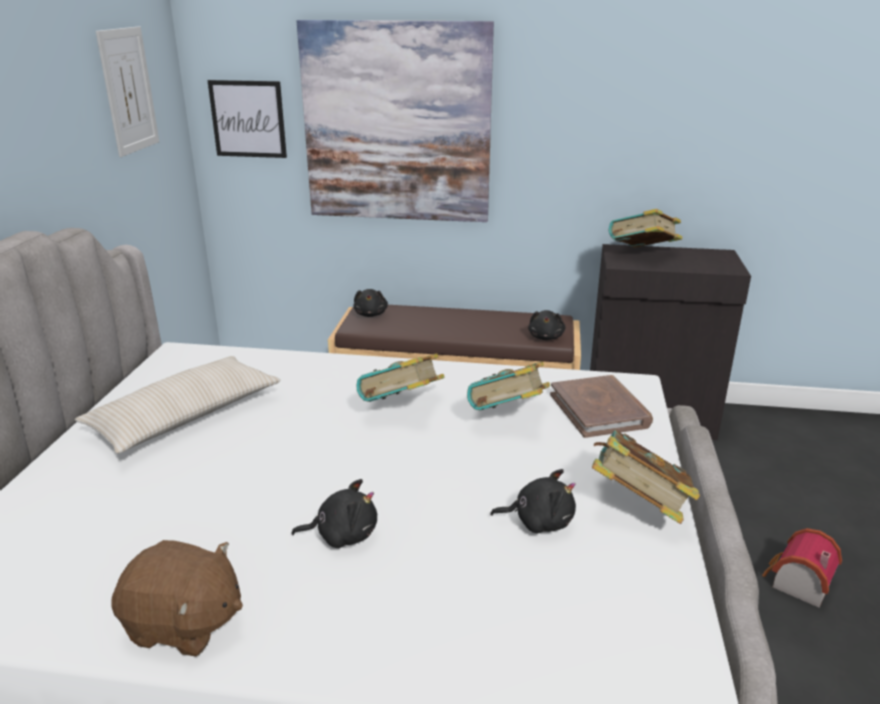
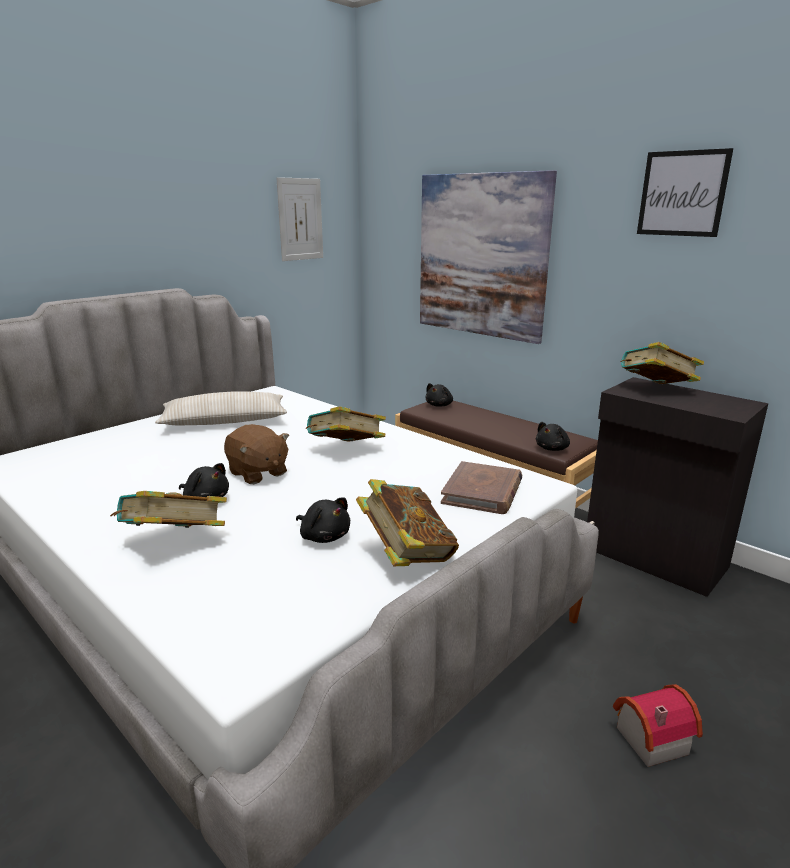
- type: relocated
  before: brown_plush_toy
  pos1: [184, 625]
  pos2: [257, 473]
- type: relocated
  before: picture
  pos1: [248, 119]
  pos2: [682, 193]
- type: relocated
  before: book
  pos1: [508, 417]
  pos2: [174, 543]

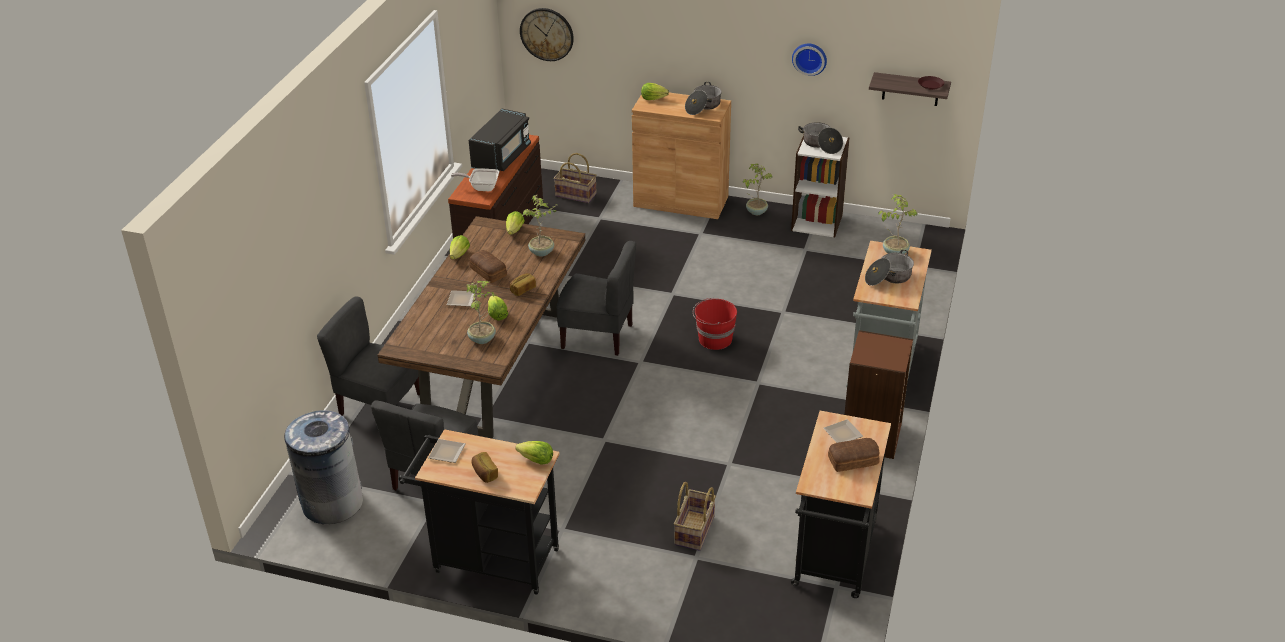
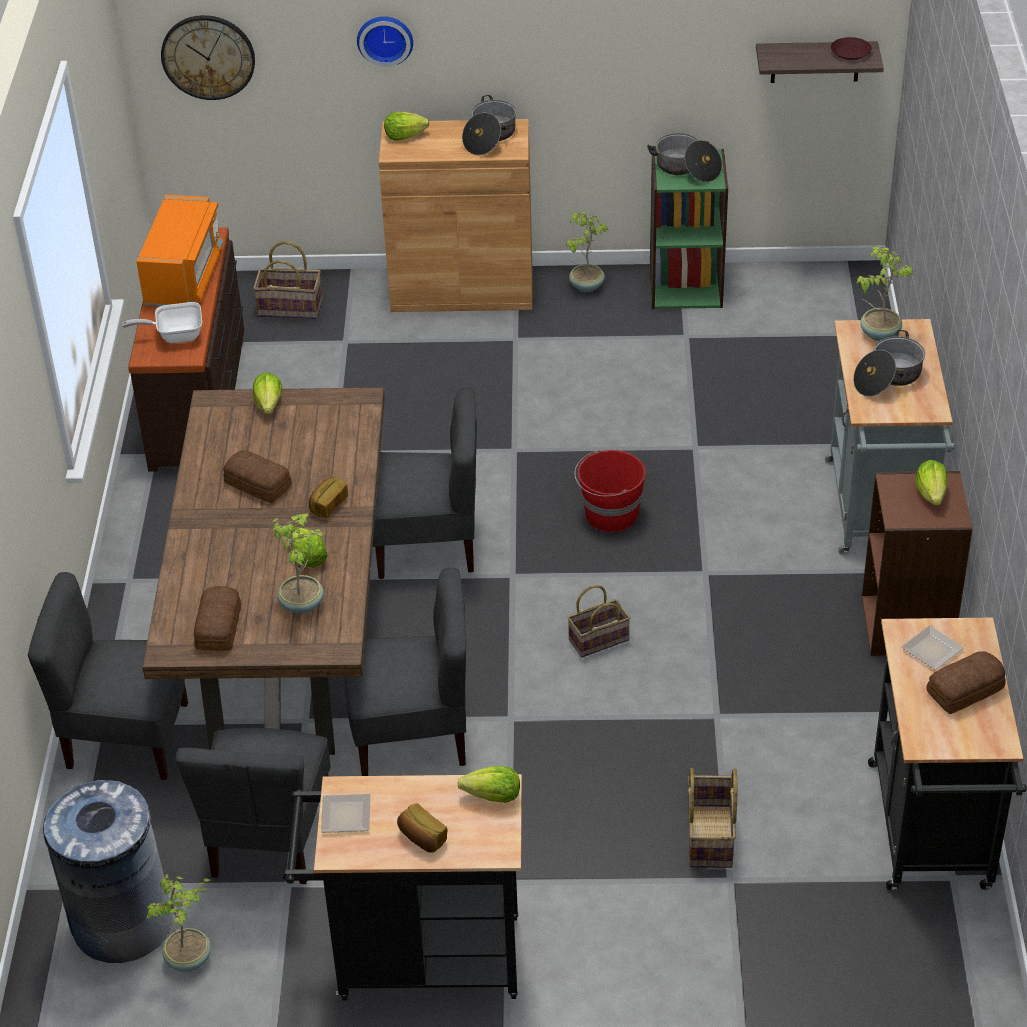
- type: missing
  before: plate
  pos1: [462, 299]
- type: appeared
  after: bread
  pos2: [220, 627]
- type: appeared
  after: grey_chair
  pos2: [412, 736]
- type: appeared
  after: basket
  pos2: [599, 638]
- type: relocated
  before: lettuce
  pos1: [459, 255]
  pos2: [931, 494]
- type: relocated
  before: potted_plant
  pos1: [542, 252]
  pos2: [189, 959]
- type: relocated
  before: wall_clock
  pos1: [809, 58]
  pos2: [385, 38]
- type: colour
  before: black_microwave
  after: orange_microwave
  pos1: [502, 157]
  pos2: [184, 276]
- type: colour
  before: white_bookcase
  after: green_bookcase
  pos1: [817, 222]
  pos2: [685, 287]

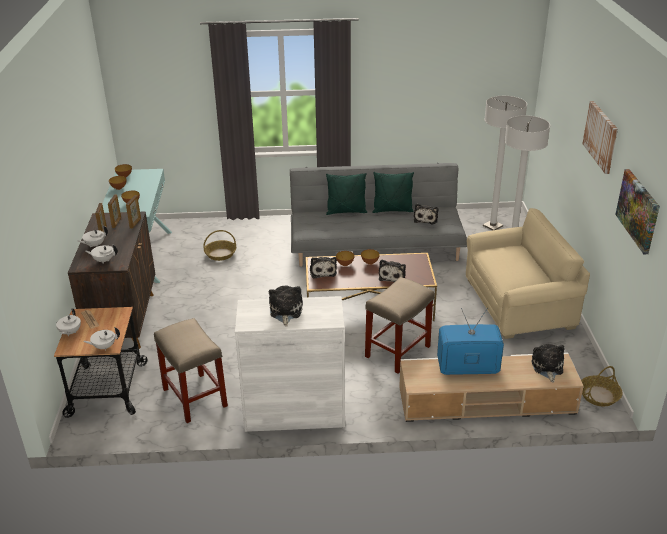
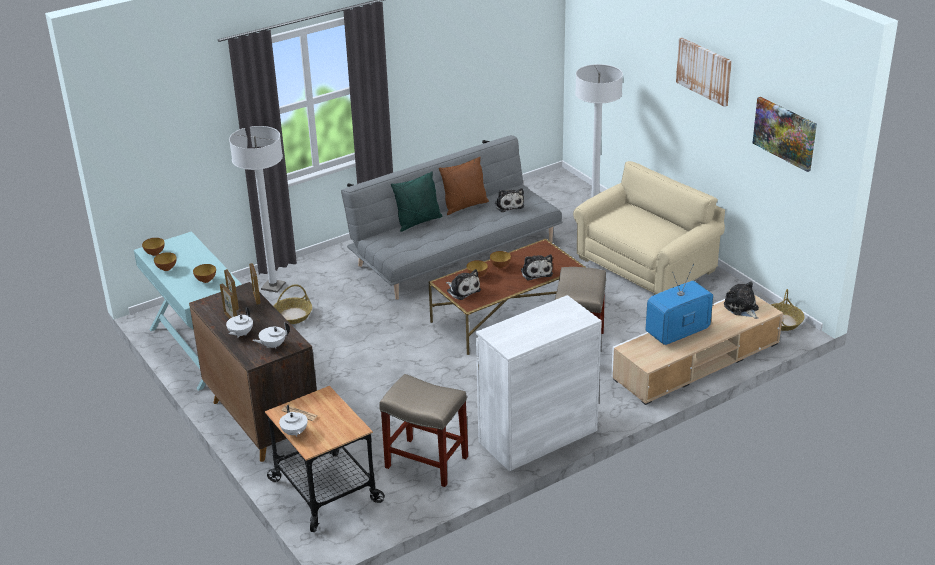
- type: missing
  before: white_teapot
  pos1: [104, 347]
- type: missing
  before: plush_toy
  pos1: [285, 311]
- type: relocated
  before: white_floor_lamp
  pos1: [492, 226]
  pos2: [273, 286]
- type: colour
  before: green_pillow
  after: brown_pillow
  pos1: [392, 210]
  pos2: [465, 206]

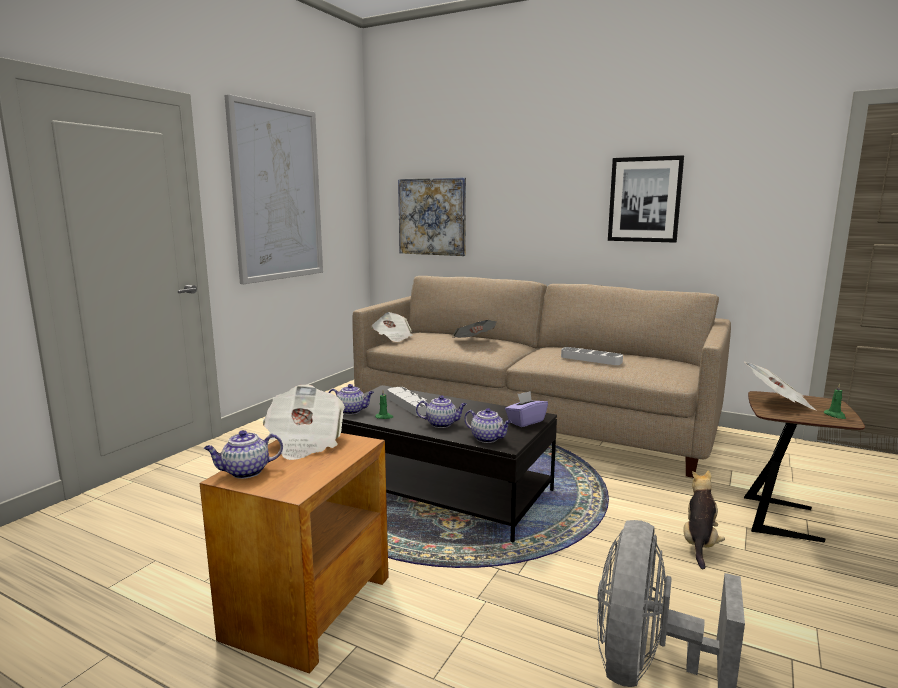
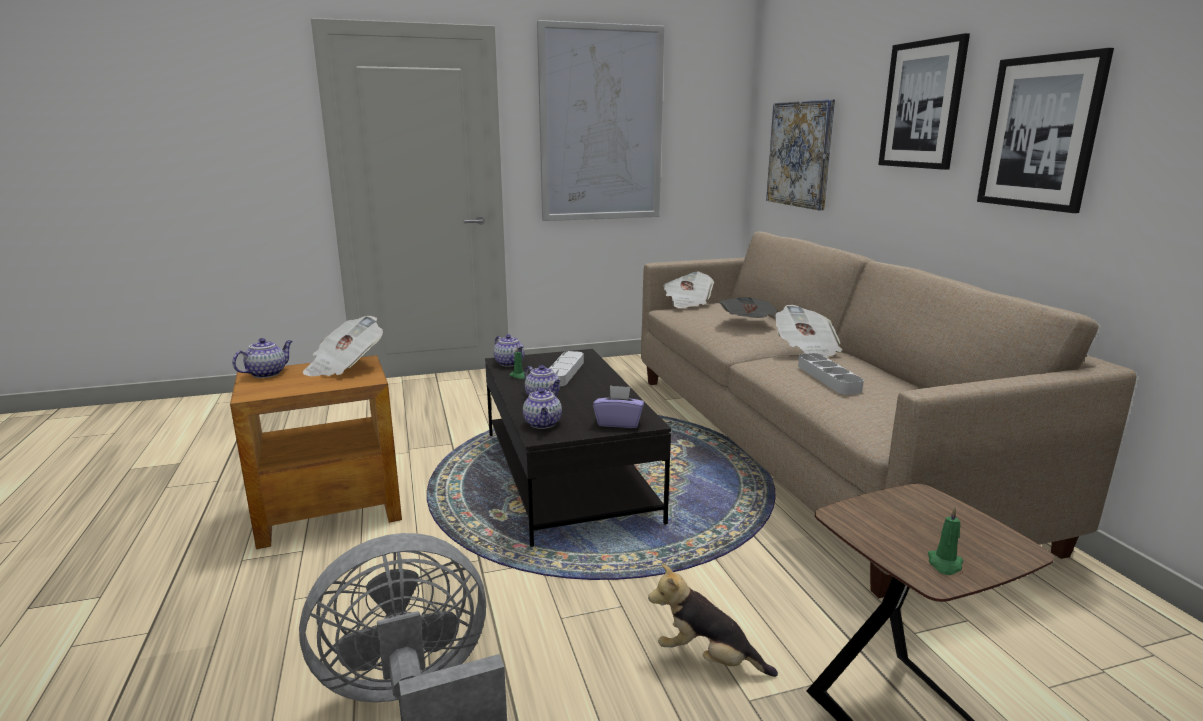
- type: appeared
  after: picture
  pos2: [922, 105]
- type: relocated
  before: newspaper
  pos1: [777, 402]
  pos2: [806, 350]
- type: spun
  before: teapot
  pos1: [245, 472]
  pos2: [267, 373]
  turn: 105
- type: spun
  before: plush_toy
  pos1: [699, 543]
  pos2: [707, 659]
  turn: -135

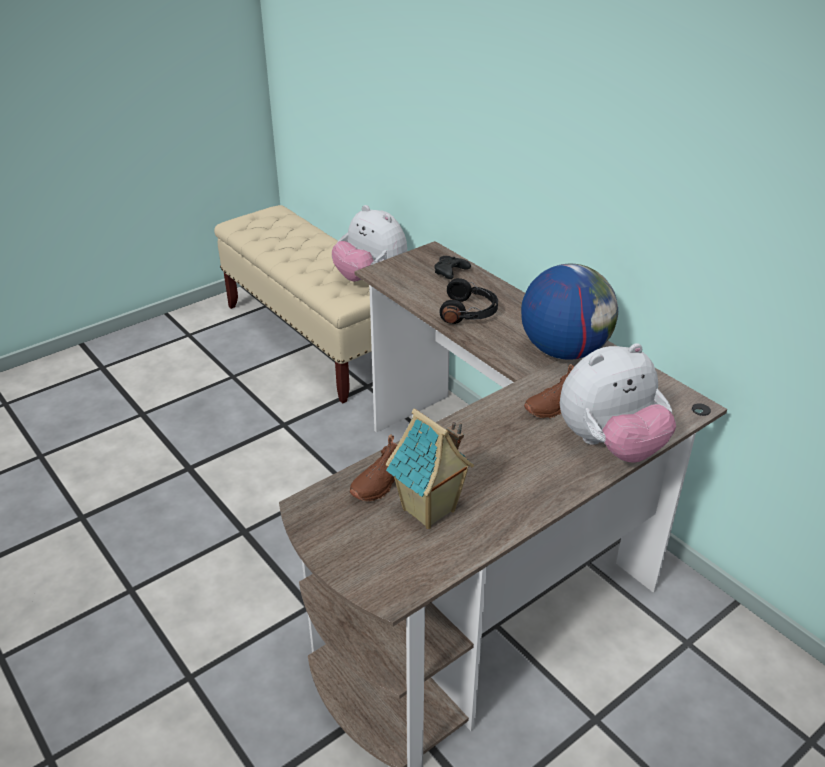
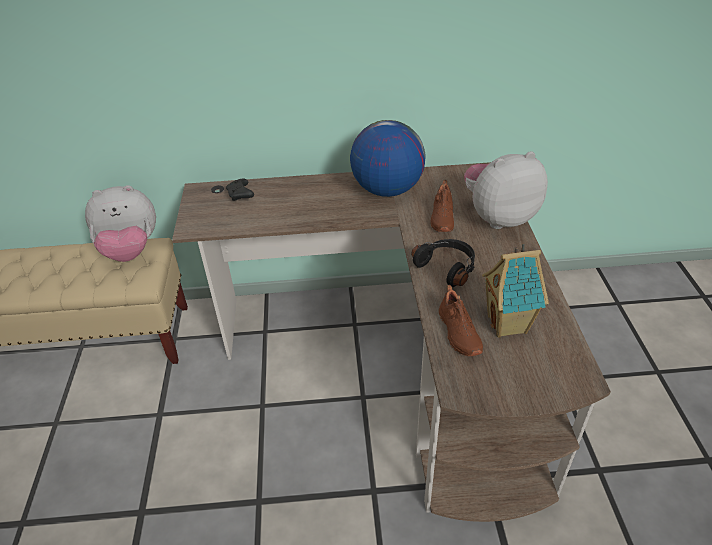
- type: relocated
  before: black_headphones
  pos1: [469, 313]
  pos2: [447, 267]
- type: spun
  before: plush_toy
  pos1: [610, 445]
  pos2: [498, 217]
  turn: -120

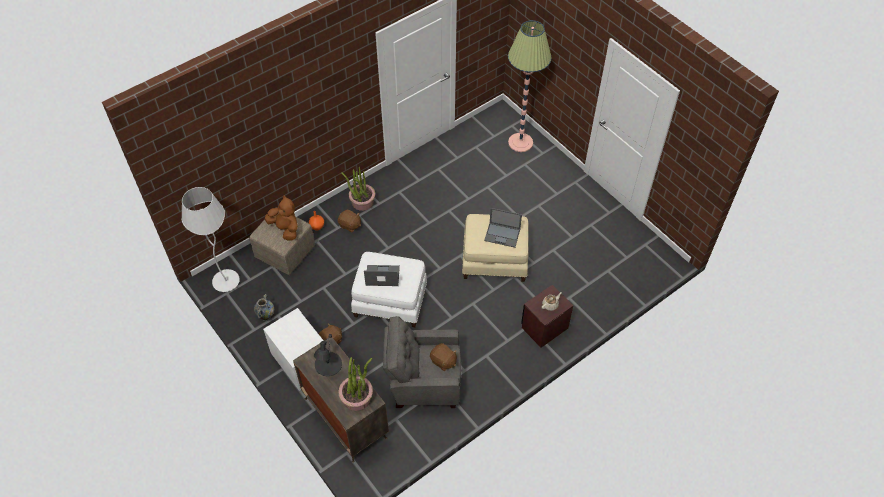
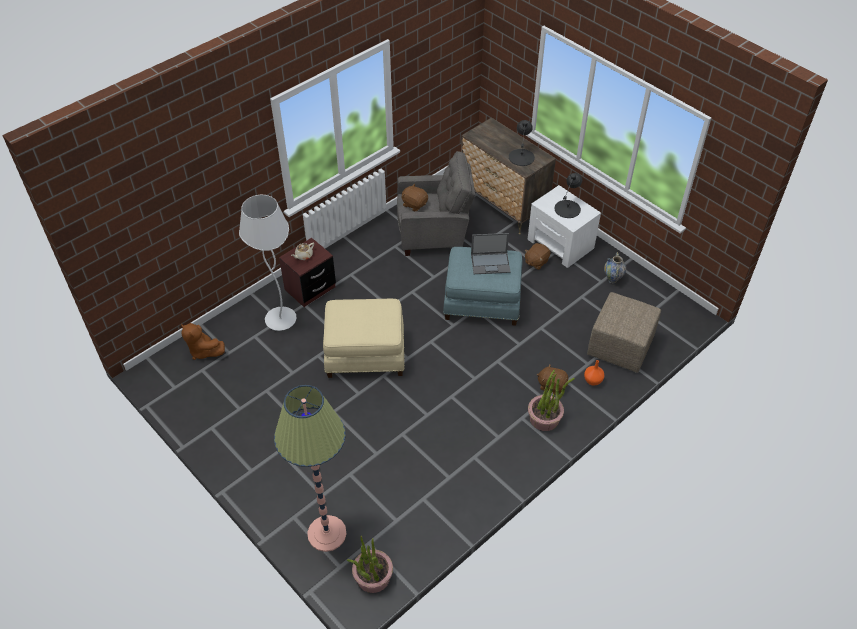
- type: missing
  before: laptop
  pos1: [502, 235]
- type: appeared
  after: black_table_lamp
  pos2: [567, 209]
- type: relocated
  before: white_floor_lamp
  pos1: [226, 281]
  pos2: [280, 320]
- type: relocated
  before: brown_plush_toy
  pos1: [285, 229]
  pos2: [203, 351]
- type: relocated
  before: potted_plant
  pos1: [357, 397]
  pos2: [372, 577]
- type: colour
  before: white_ottoman
  after: blue_ottoman
  pos1: [390, 301]
  pos2: [482, 303]

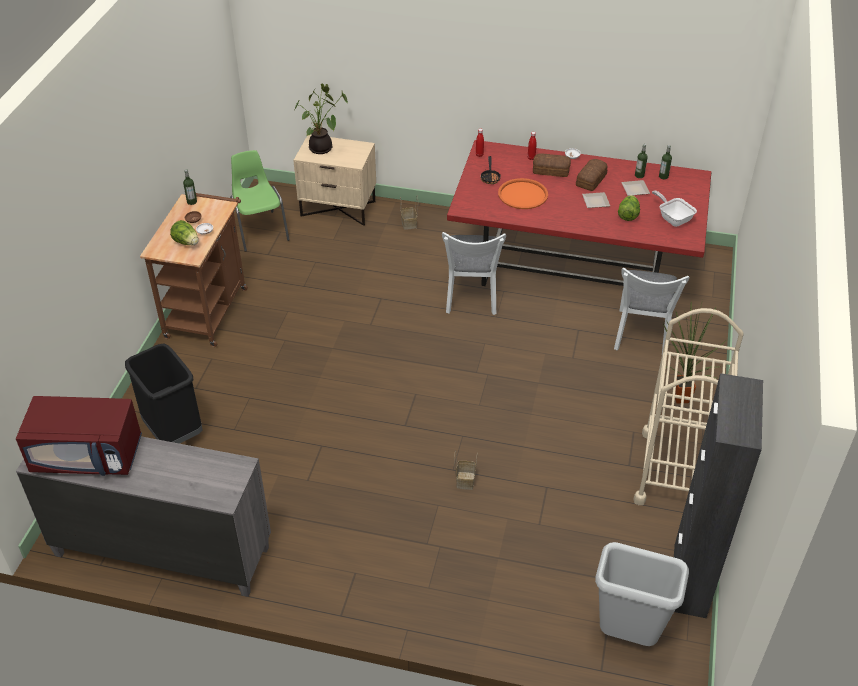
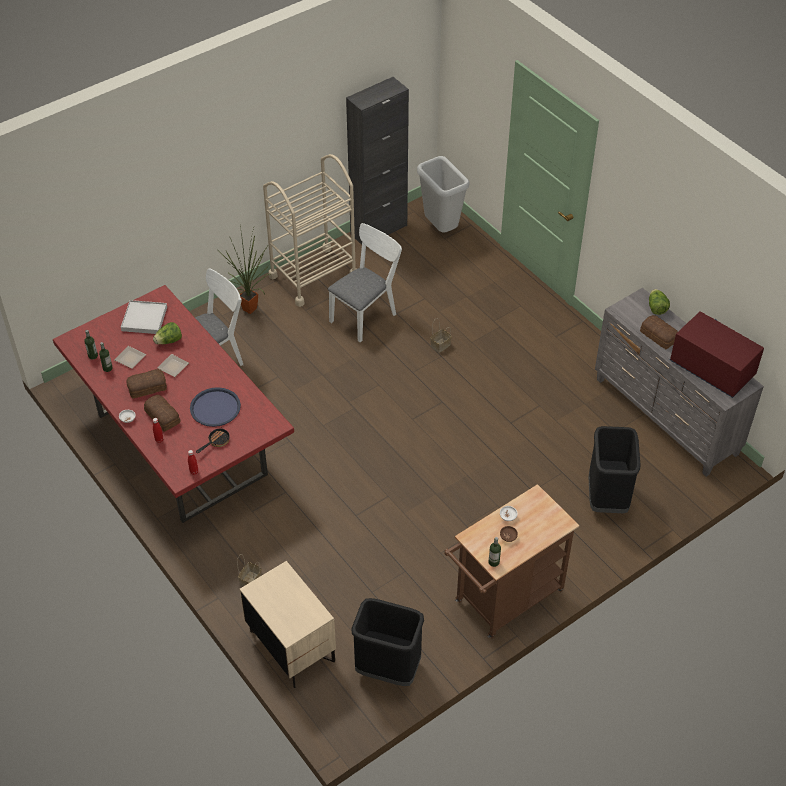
- type: missing
  before: potted_plant
  pos1: [322, 149]
- type: appeared
  after: bread
  pos2: [658, 337]
- type: relocated
  before: lettuce
  pos1: [187, 242]
  pos2: [656, 308]
- type: relocated
  before: white_chair
  pos1: [471, 298]
  pos2: [366, 315]
- type: exchanged
  before: green_chair
  after: black_trash_can
  pos1: [260, 230]
  pos2: [387, 669]
- type: exchanged
  before: frying_pan
  after: white_tray
  pos1: [673, 218]
  pos2: [144, 319]
- type: colour
  before: orange_tray
  after: blue_tray
  pos1: [522, 194]
  pos2: [215, 408]

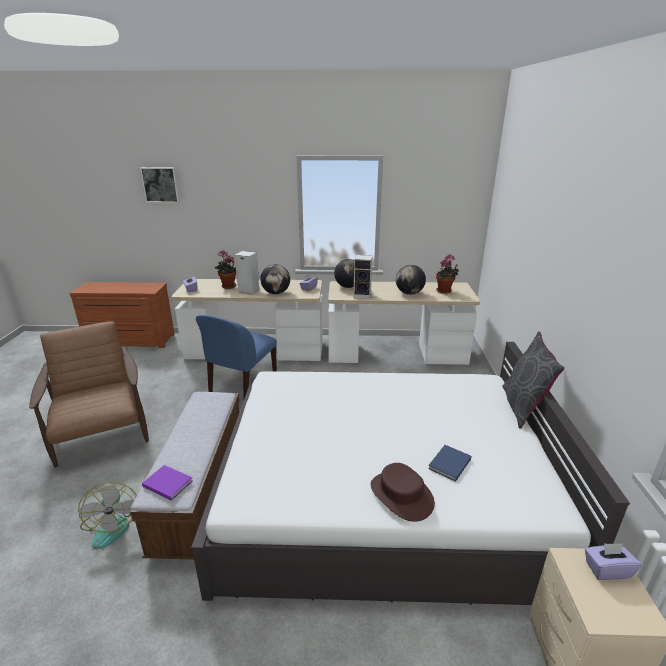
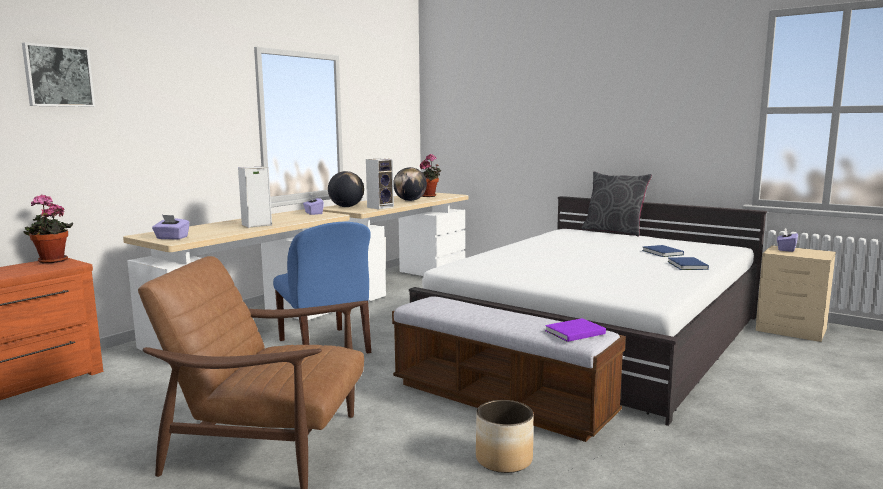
- type: missing
  before: globe
  pos1: [276, 293]
- type: relocated
  before: potted_plant
  pos1: [227, 286]
  pos2: [51, 261]
- type: exchanged
  before: fan
  after: planter
  pos1: [112, 525]
  pos2: [504, 459]
- type: exchanged
  before: brown_hat
  after: blue_book
  pos1: [401, 495]
  pos2: [687, 266]

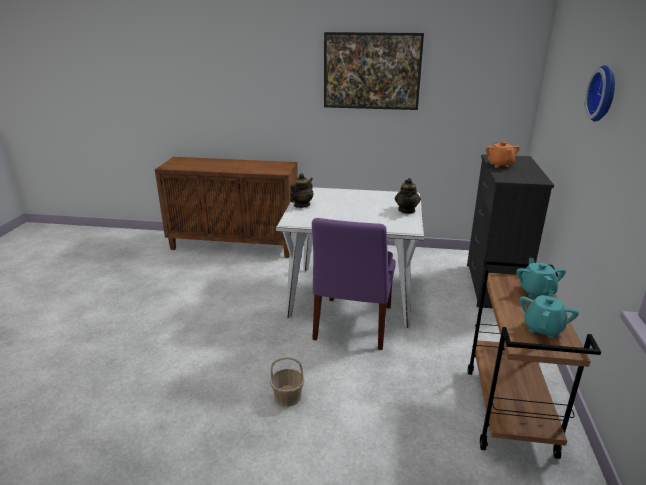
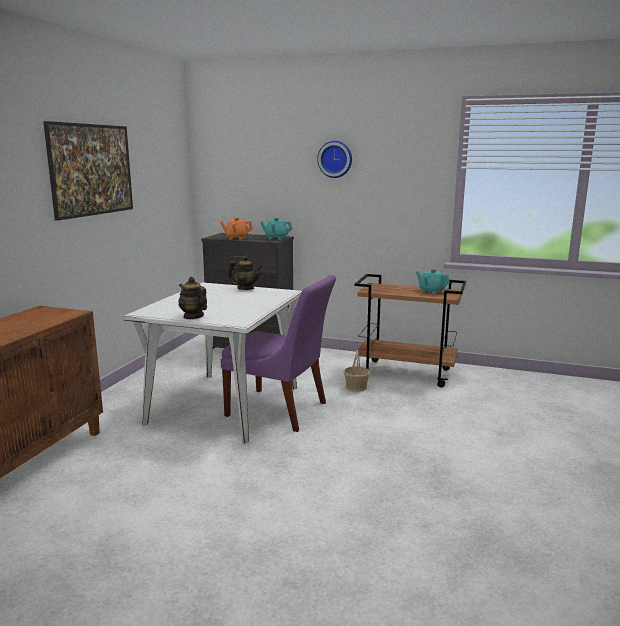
- type: relocated
  before: basket
  pos1: [288, 396]
  pos2: [356, 387]
- type: relocated
  before: turquoise_teapot
  pos1: [536, 292]
  pos2: [276, 238]

